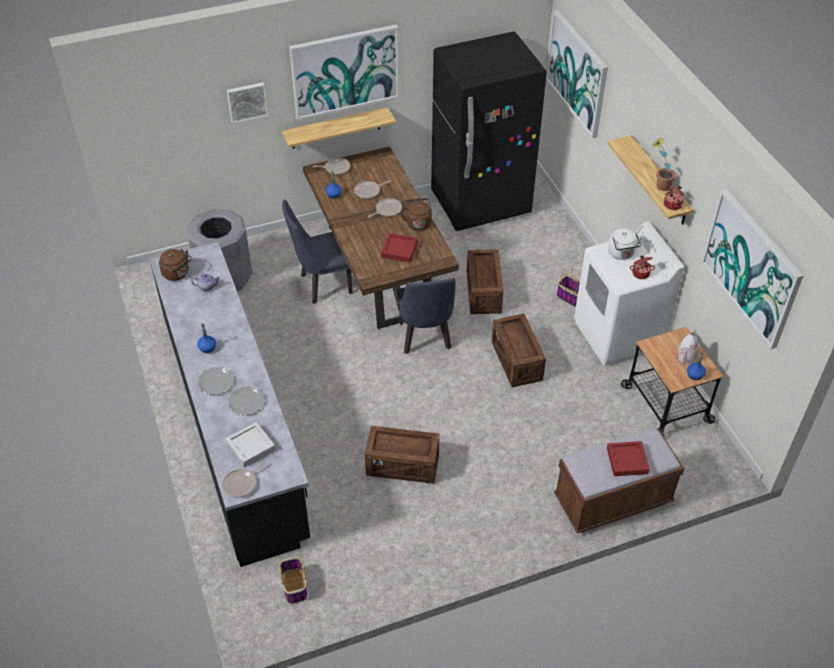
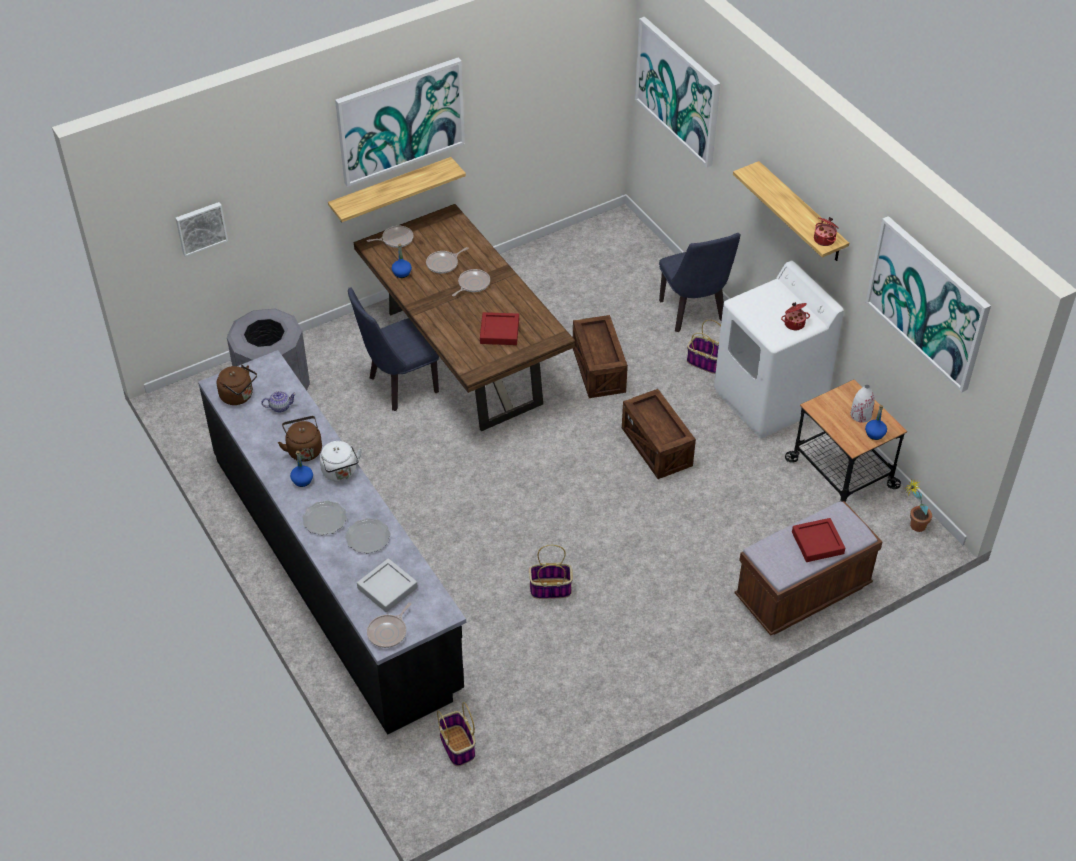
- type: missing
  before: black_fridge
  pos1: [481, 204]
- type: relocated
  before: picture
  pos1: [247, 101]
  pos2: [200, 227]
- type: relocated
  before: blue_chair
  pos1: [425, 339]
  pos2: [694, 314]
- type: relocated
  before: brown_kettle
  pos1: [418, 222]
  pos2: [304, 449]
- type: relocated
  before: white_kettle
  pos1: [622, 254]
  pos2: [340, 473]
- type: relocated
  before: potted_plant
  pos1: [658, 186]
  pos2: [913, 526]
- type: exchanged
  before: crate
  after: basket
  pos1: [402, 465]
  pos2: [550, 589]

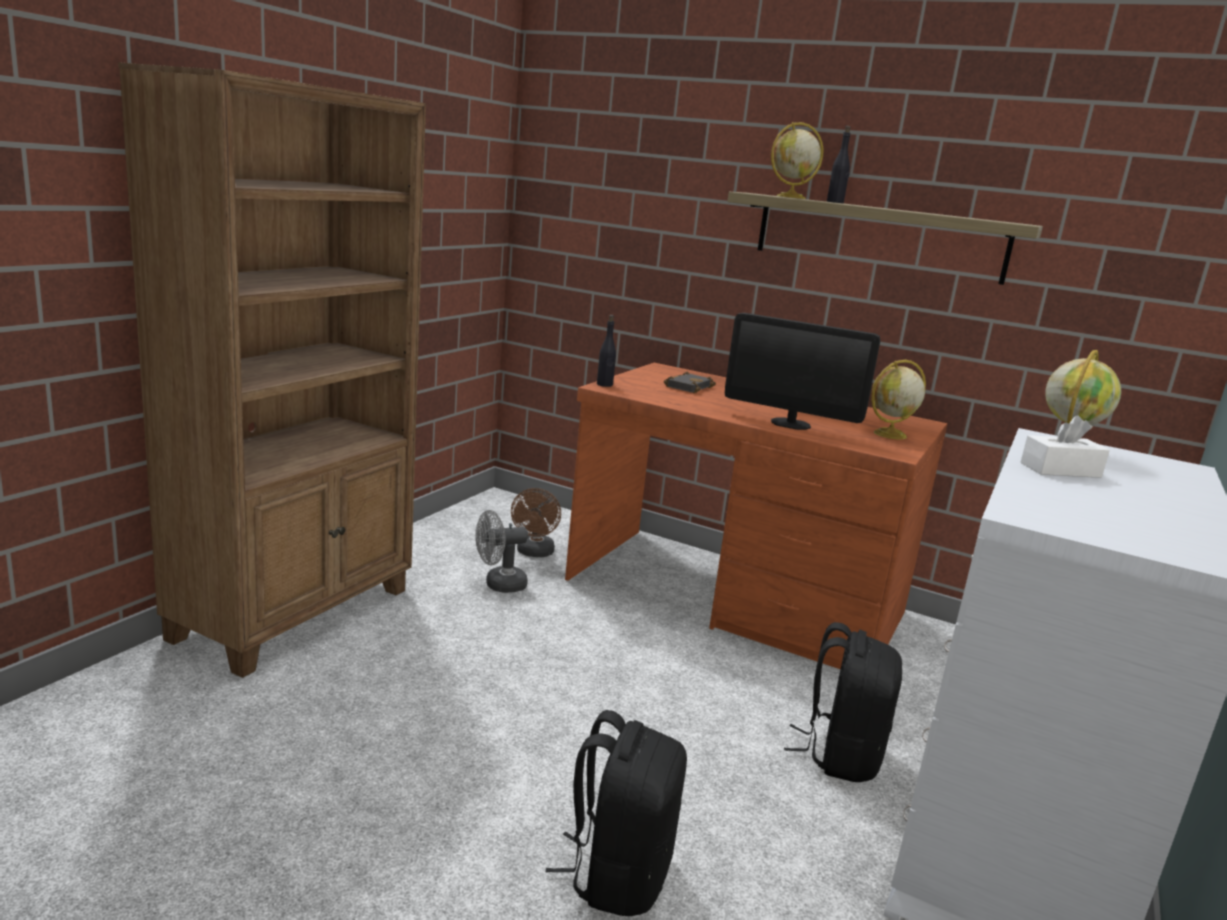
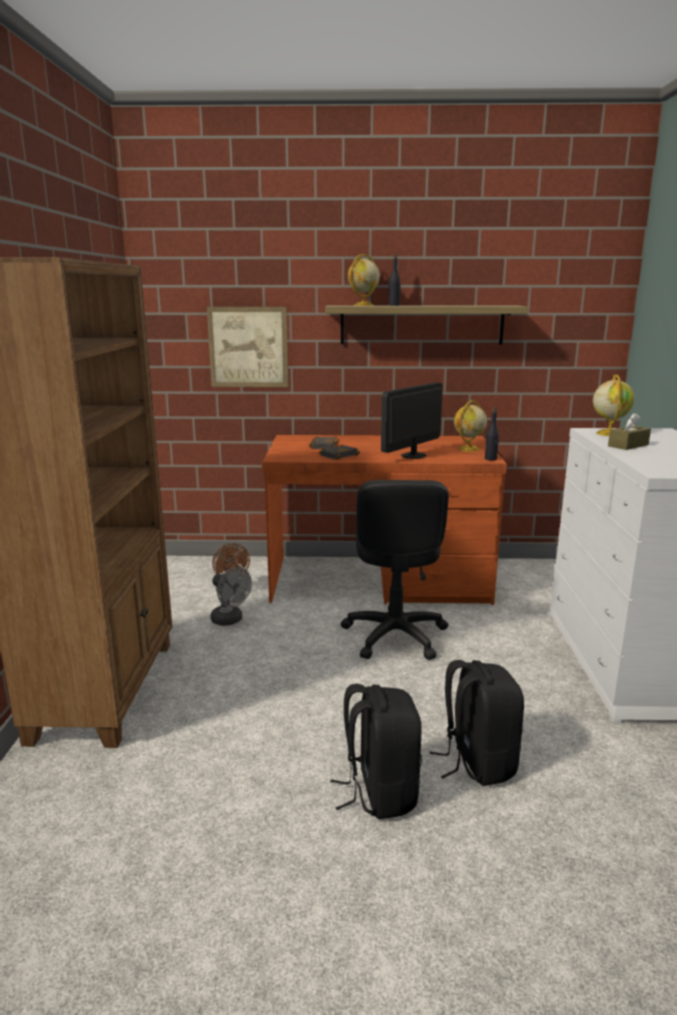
- type: appeared
  after: picture
  pos2: [248, 347]
- type: appeared
  after: black_book
  pos2: [339, 455]
- type: appeared
  after: black_office_chair
  pos2: [394, 635]
- type: relocated
  before: black_bottle
  pos1: [604, 385]
  pos2: [490, 459]
- type: relocated
  before: black_backpack
  pos1: [839, 755]
  pos2: [379, 792]
- type: colour
  before: white_tissue_box
  after: brown_tissue_box
  pos1: [1060, 470]
  pos2: [628, 445]
- type: spun
  before: grey_fan
  pos1: [499, 585]
  pos2: [230, 620]
  turn: -90
- type: spun
  before: monitor
  pos1: [790, 424]
  pos2: [413, 455]
  turn: 135

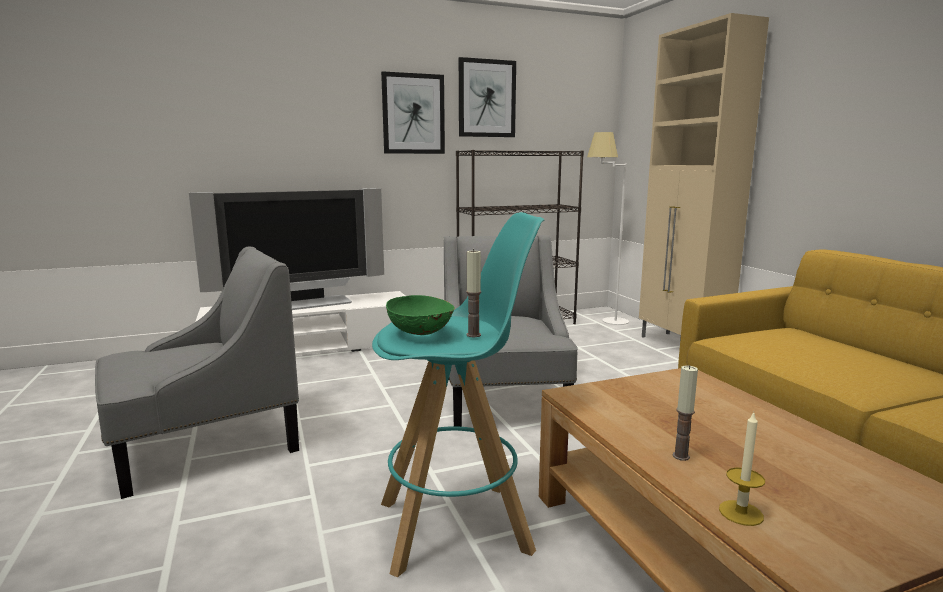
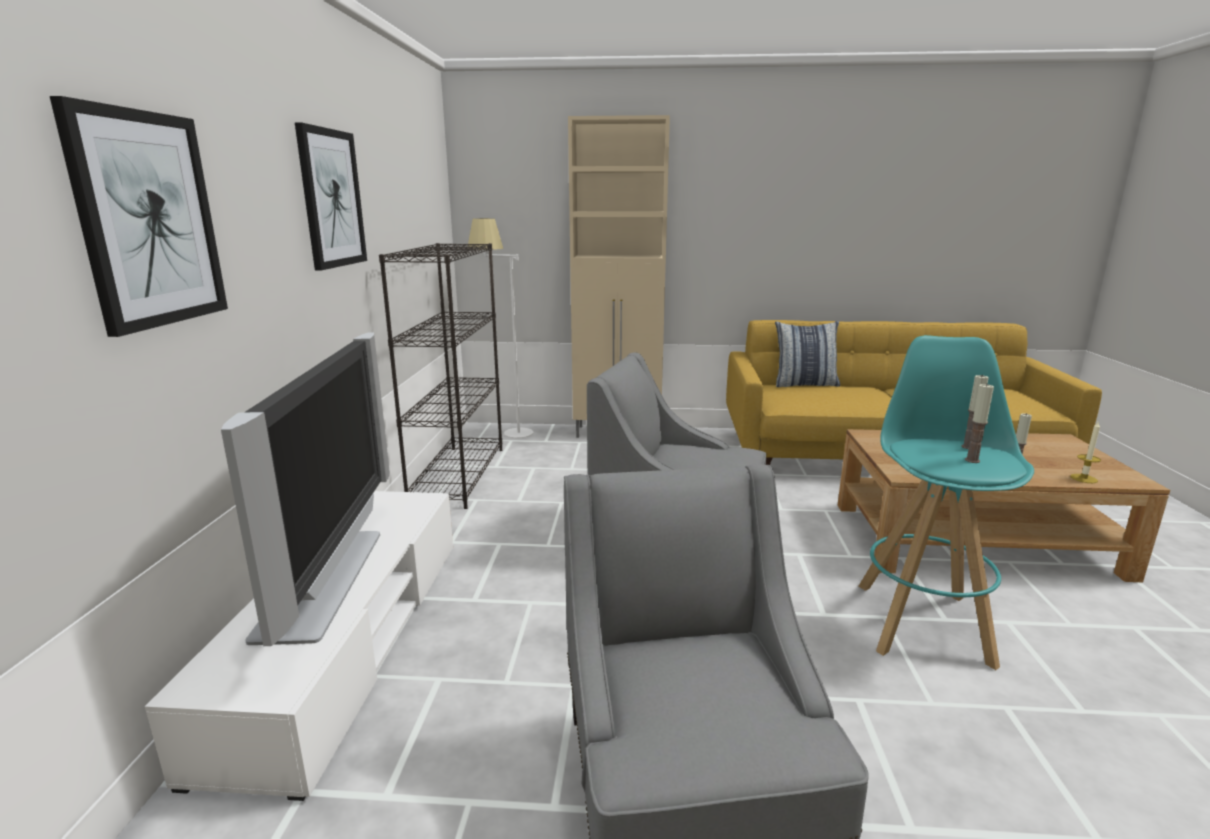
- type: appeared
  after: pillow
  pos2: [805, 384]
- type: relocated
  before: picture
  pos1: [486, 98]
  pos2: [148, 220]
- type: exchanged
  before: green_bowl
  after: candle
  pos1: [421, 332]
  pos2: [972, 460]

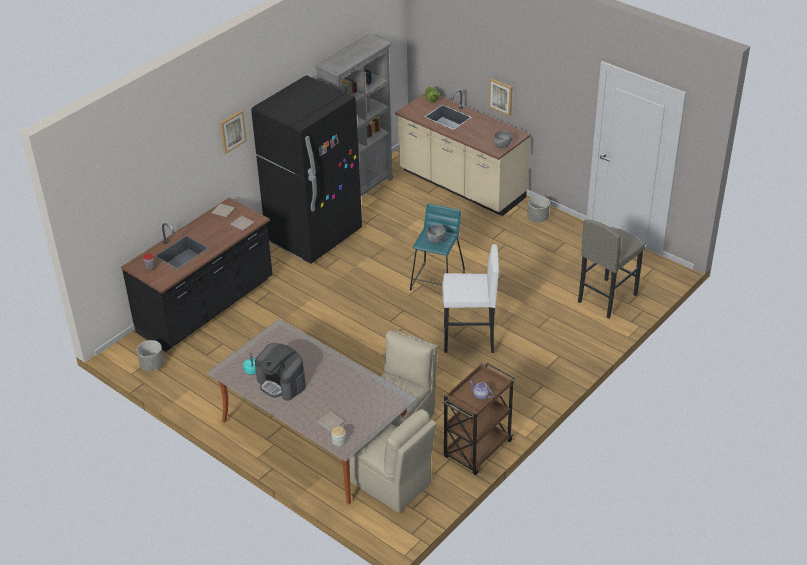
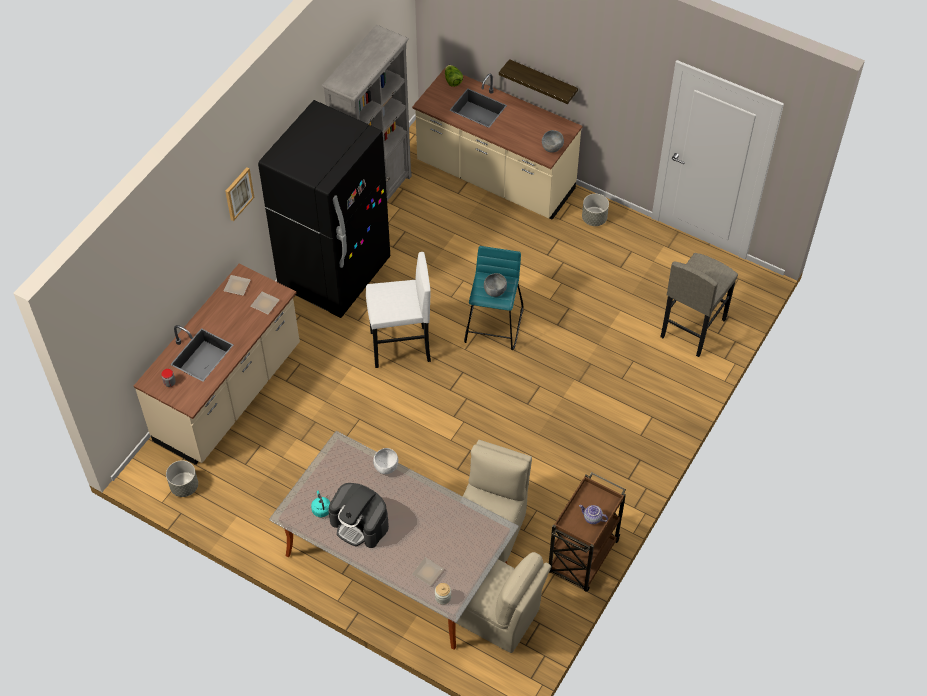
- type: appeared
  after: white_bowl
  pos2: [386, 467]
- type: relocated
  before: white_stool
  pos1: [469, 339]
  pos2: [400, 347]
- type: exchanged
  before: picture
  after: shelf
  pos1: [500, 96]
  pos2: [542, 82]
- type: colour
  before: black_counter
  after: beige_counter
  pos1: [206, 307]
  pos2: [229, 394]

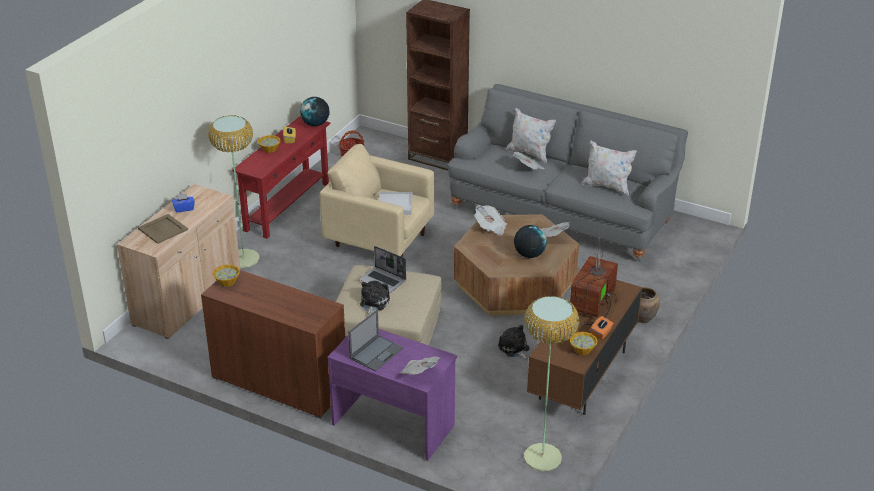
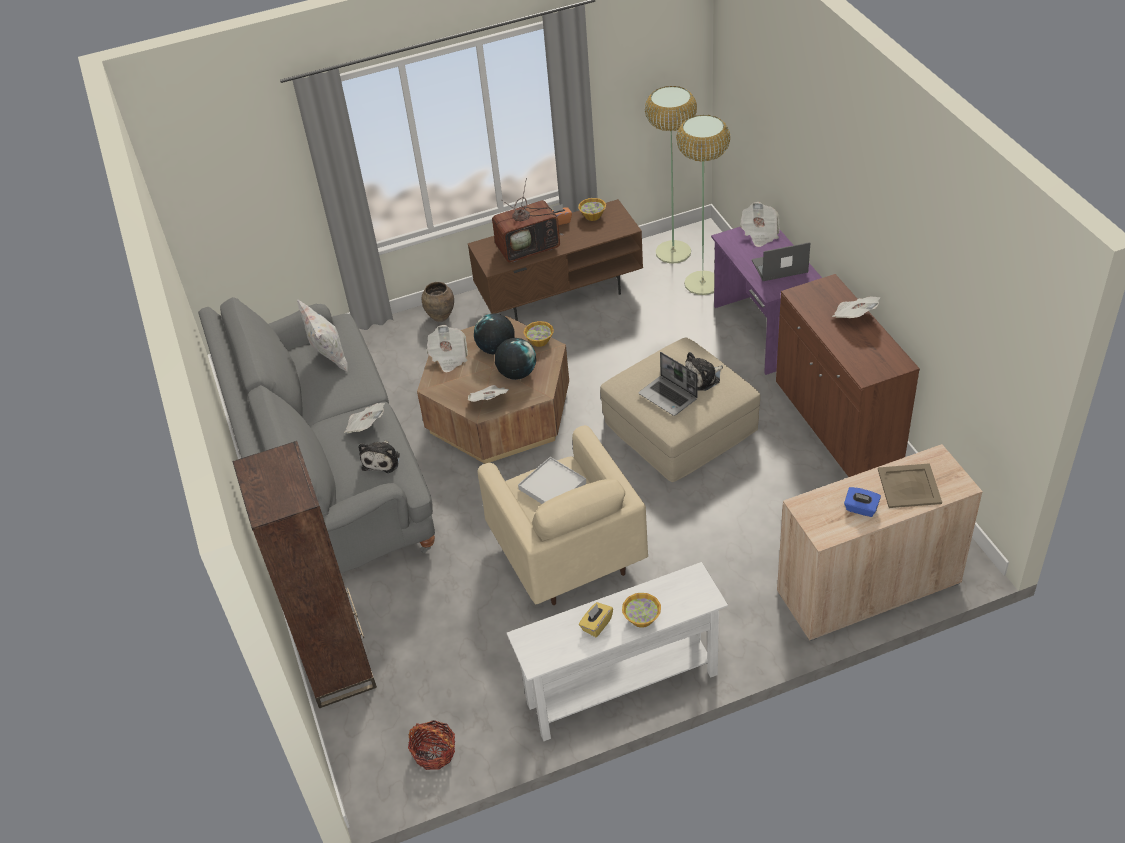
- type: missing
  before: white_pillow
  pos1: [529, 153]
- type: appeared
  after: newspaper
  pos2: [854, 316]
- type: relocated
  before: floor_lamp
  pos1: [243, 258]
  pos2: [703, 283]
- type: relocated
  before: bowl
  pos1: [227, 282]
  pos2: [539, 341]
- type: relocated
  before: globe
  pos1: [315, 124]
  pos2: [517, 373]
- type: relocated
  before: plush_toy
  pos1: [514, 349]
  pos2: [382, 460]
- type: colour
  before: red_console_table
  after: white_console_table
  pos1: [286, 206]
  pos2: [622, 690]
- type: spun
  before: laptop
  pos1: [383, 281]
  pos2: [669, 396]
  turn: 150

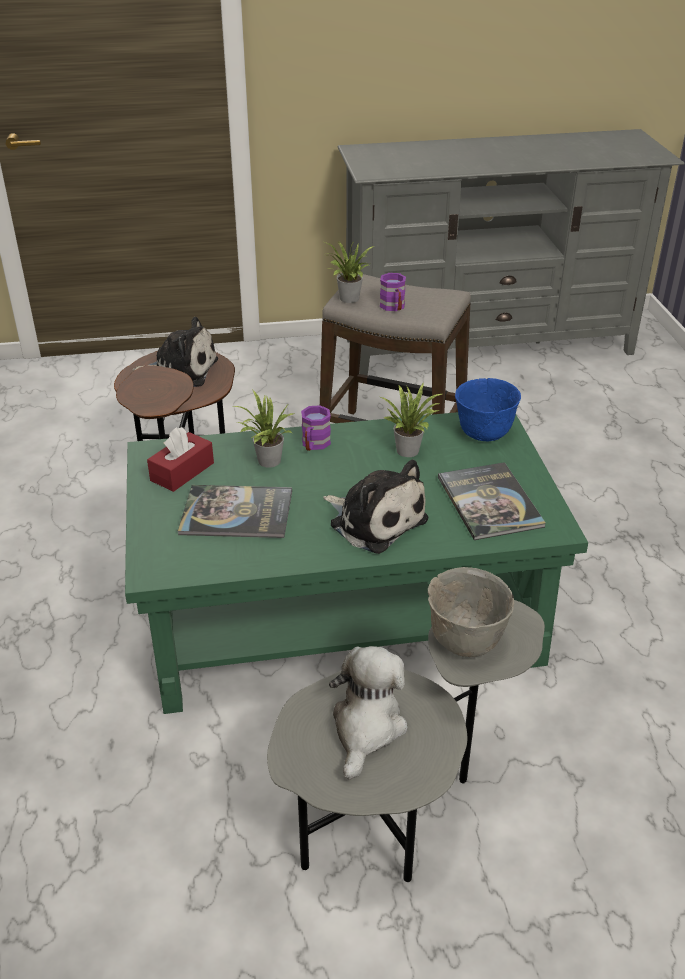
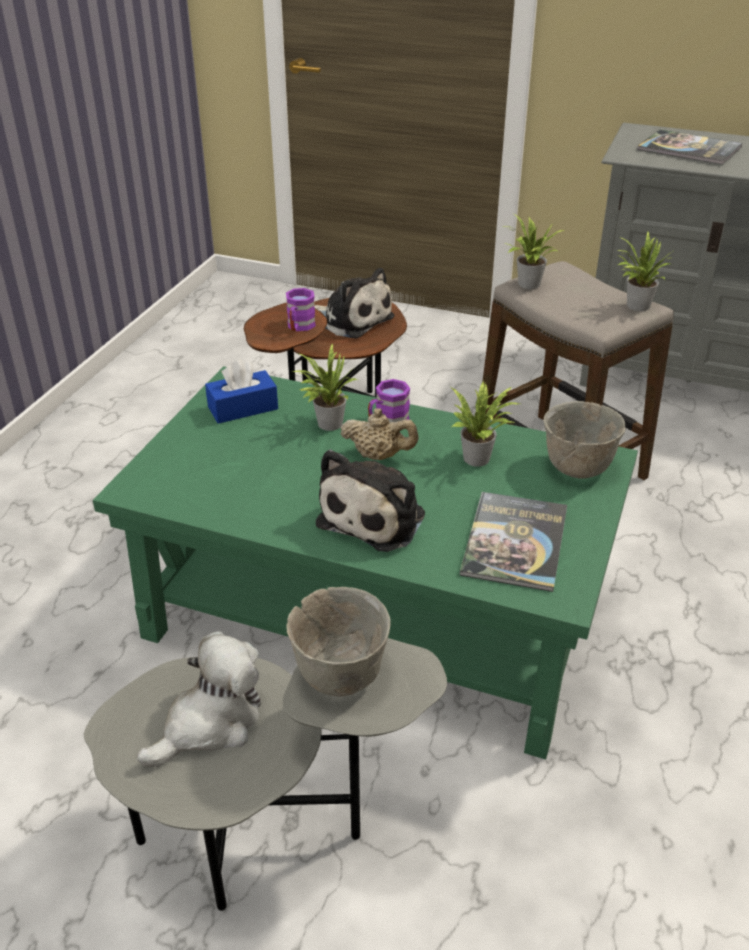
- type: appeared
  after: beige_teapot
  pos2: [379, 456]
- type: appeared
  after: potted_plant
  pos2: [634, 305]
- type: relocated
  before: book
  pos1: [236, 513]
  pos2: [689, 149]
- type: relocated
  before: purple_mug
  pos1: [394, 308]
  pos2: [299, 327]
- type: colour
  before: red_tissue_box
  after: blue_tissue_box
  pos1: [182, 472]
  pos2: [243, 408]
- type: colour
  before: blue_bowl
  after: grey_bowl
  pos1: [484, 434]
  pos2: [577, 469]
- type: spun
  before: plush_toy
  pos1: [375, 520]
  pos2: [376, 516]
  turn: 45

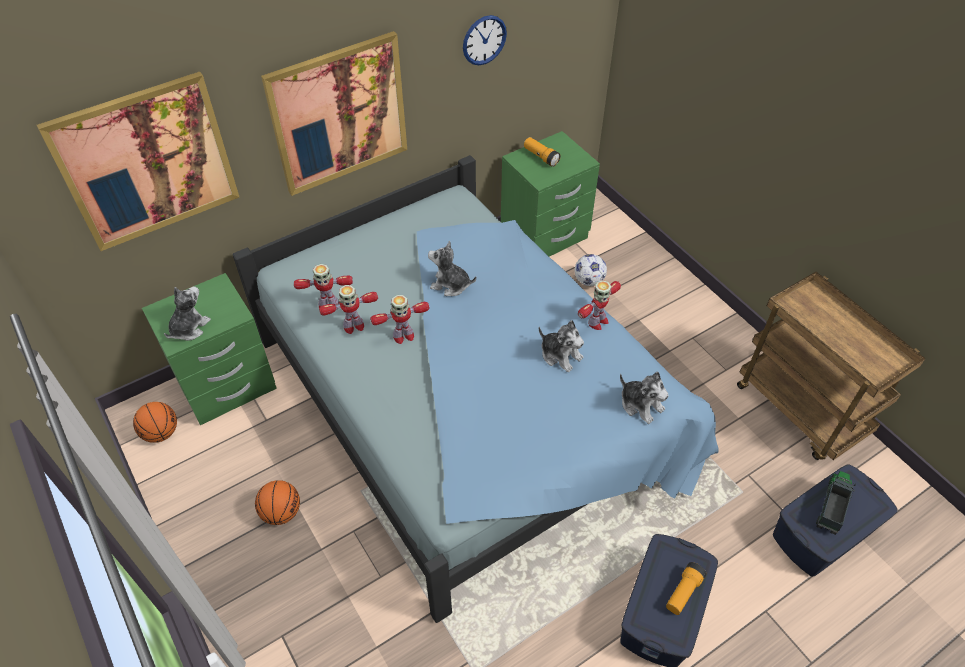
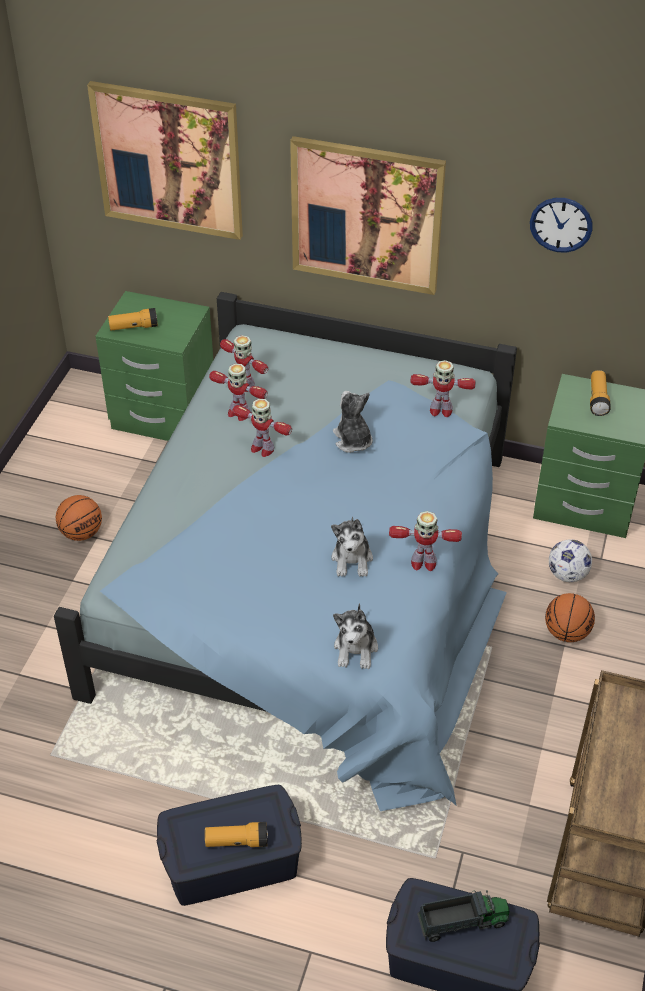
- type: appeared
  after: toy_robot
  pos2: [440, 410]
- type: relocated
  before: basketball
  pos1: [161, 433]
  pos2: [566, 632]
- type: exchanged
  before: plush_toy
  after: flashlight
  pos1: [189, 328]
  pos2: [133, 327]

